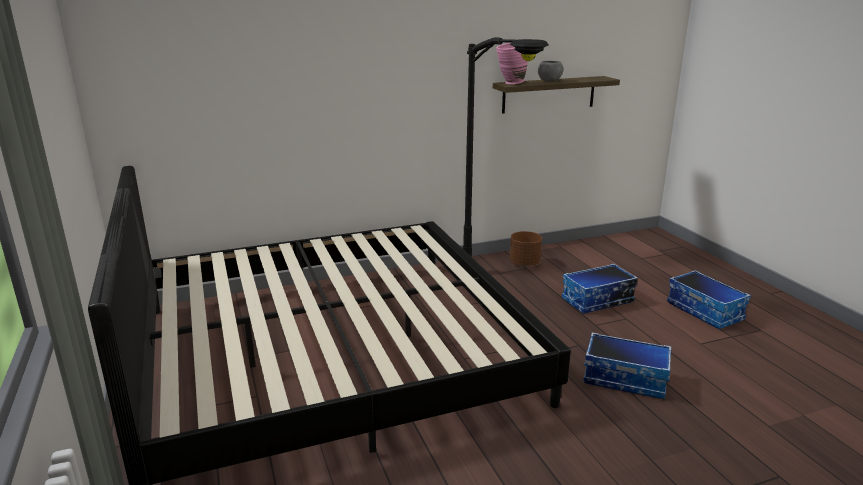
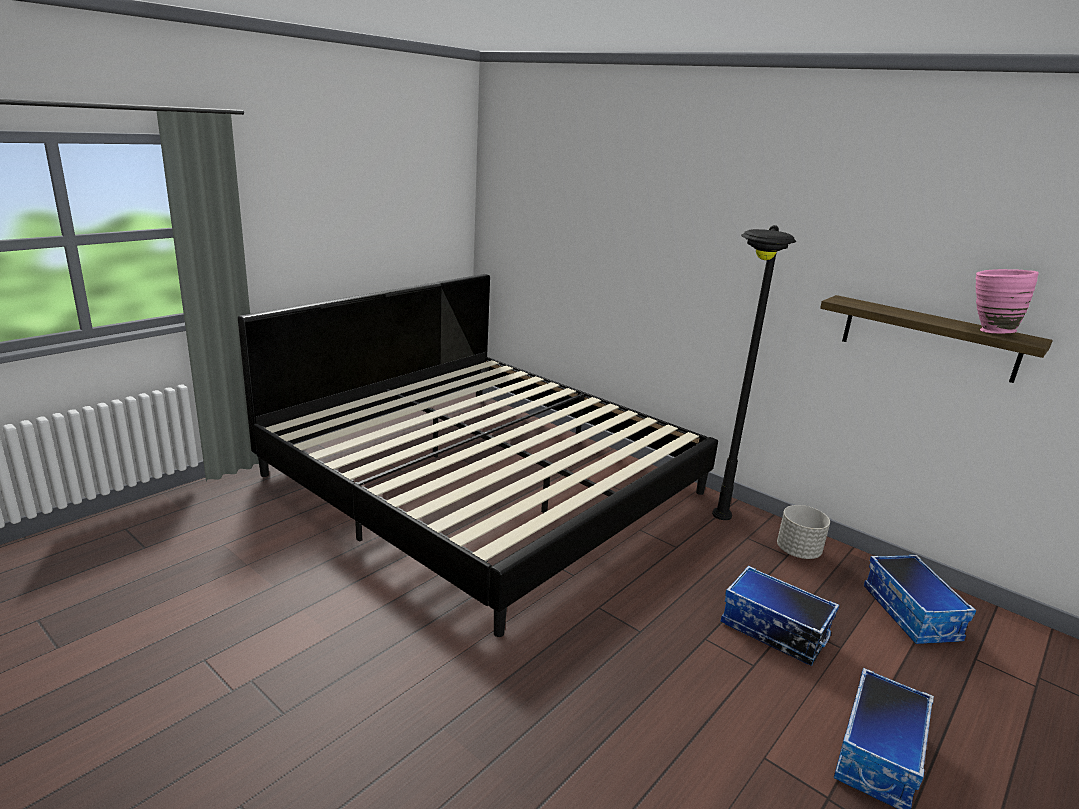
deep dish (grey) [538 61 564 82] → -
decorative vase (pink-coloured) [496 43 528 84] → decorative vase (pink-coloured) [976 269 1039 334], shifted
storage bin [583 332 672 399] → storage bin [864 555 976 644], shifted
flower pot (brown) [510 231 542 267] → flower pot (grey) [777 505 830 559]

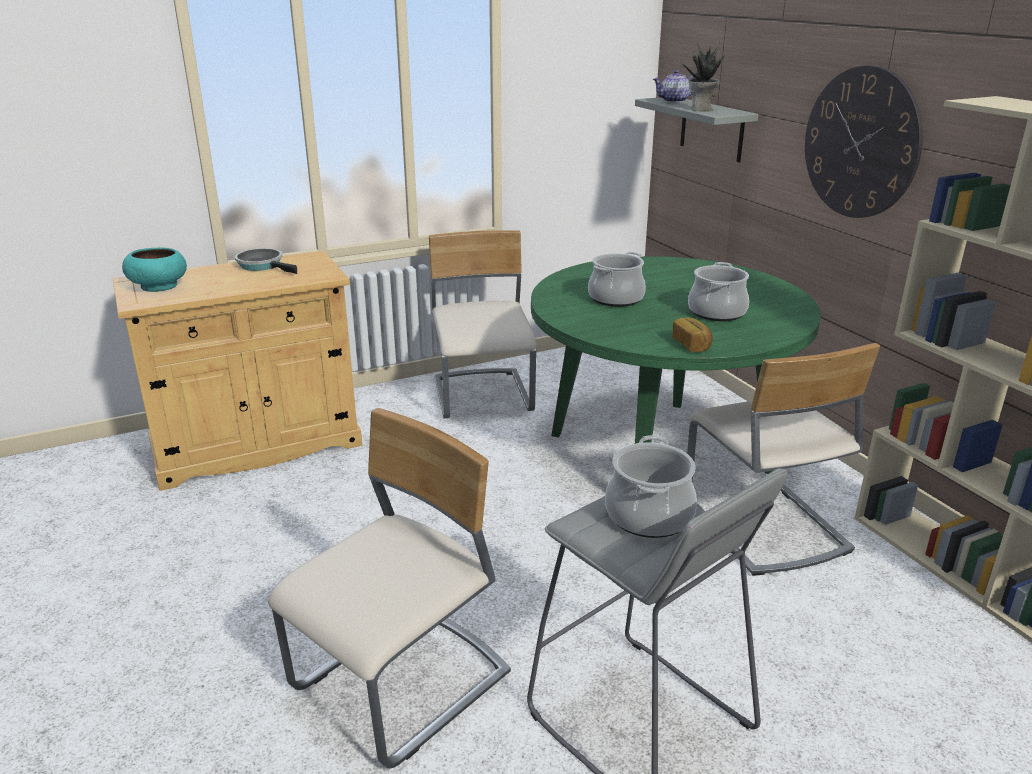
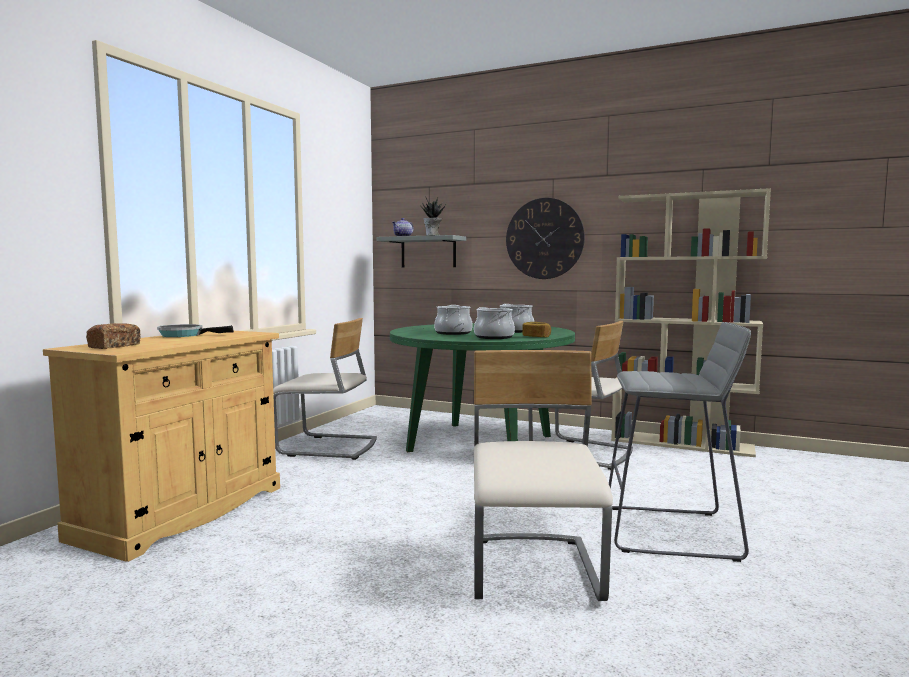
stockpot [605 436 697 538] → stockpot [474 307 515 339], shifted
deep dish (blue-green) [122 248 187 292] → bakery bread [86 323 141 349]
chair (sand-coloured) [429 230 537 418] → chair (sand-coloured) [273 318 377 460], 150 degrees clockwise

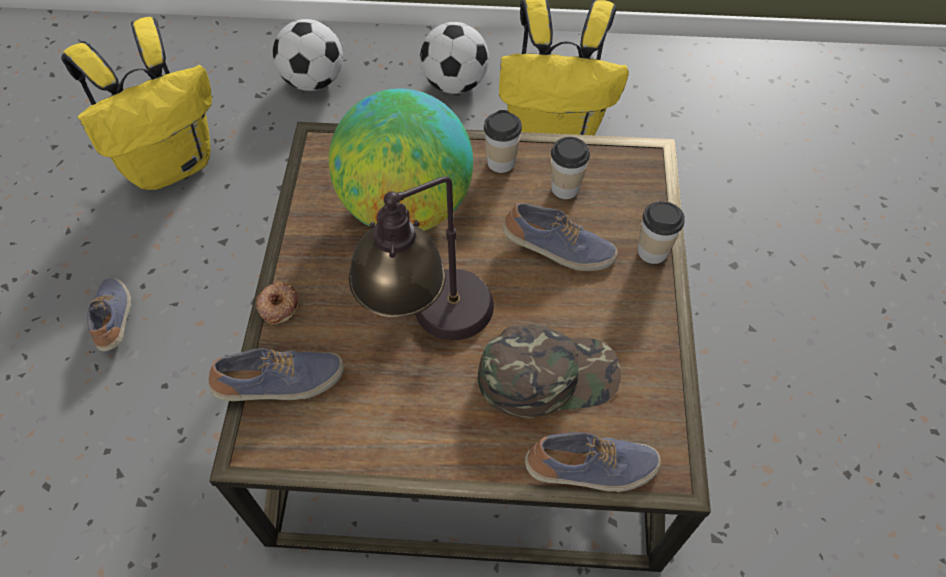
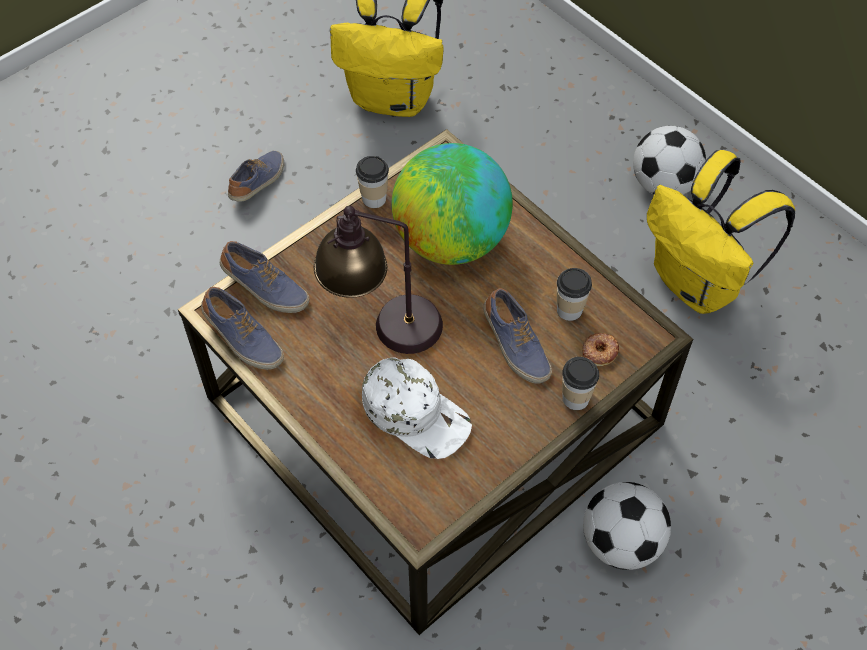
donut [256 282 298 324] → donut [582 333 619 367], shifted
ball for football [273 19 343 91] → ball for football [583 482 671 570], shifted
small cup [484 110 522 173] → small cup [356 156 389 208], shifted
low shoe [525 432 661 492] → low shoe [201 287 284 370], shifted
peaked cap (green) [478 325 621 418] → peaked cap (white) [362 358 472 459]

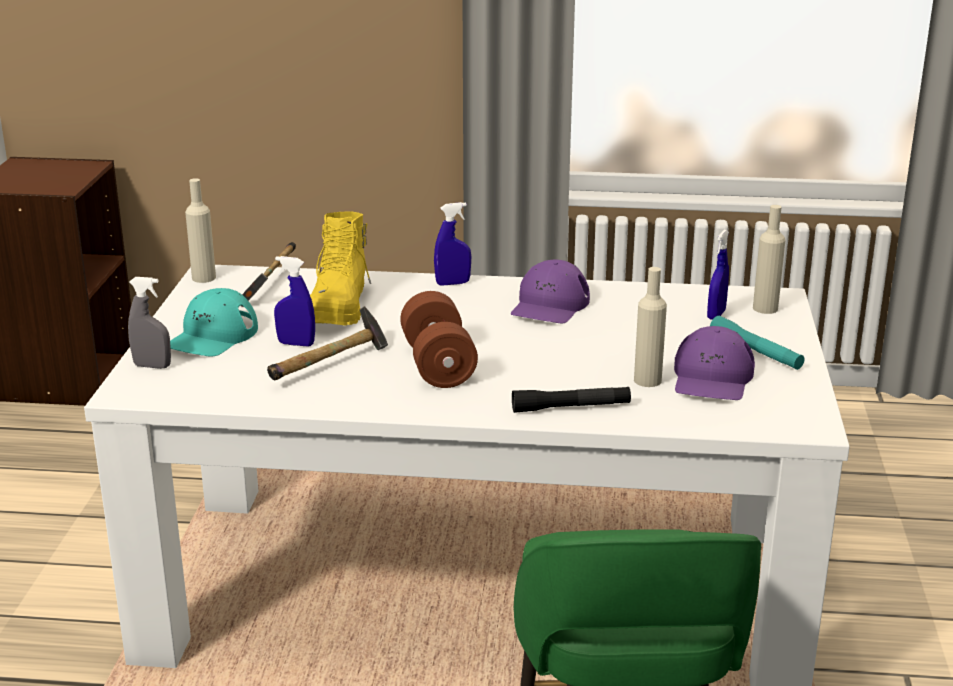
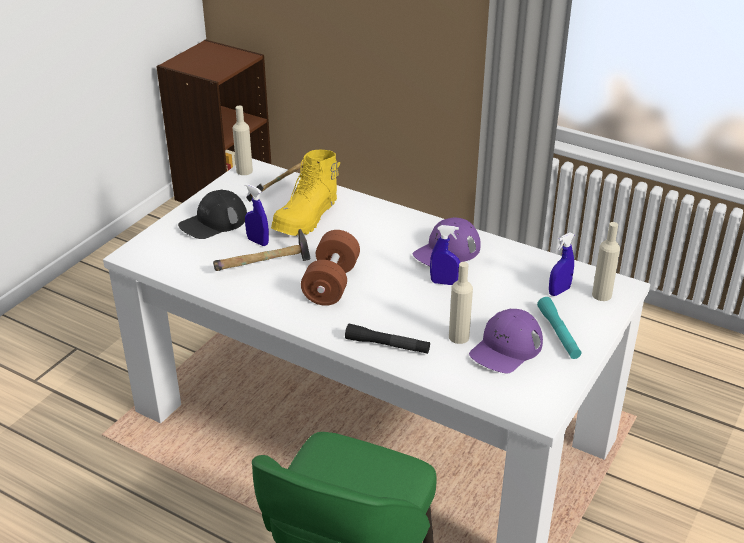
hand sprayer (grey) [128 277 171 369] → -
hand sprayer (blue) [434 202 471 286] → hand sprayer (blue) [430 225 460 285], shifted
peaked cap (blue-green) [170 288 258 357] → peaked cap (black) [178 190 247 239]

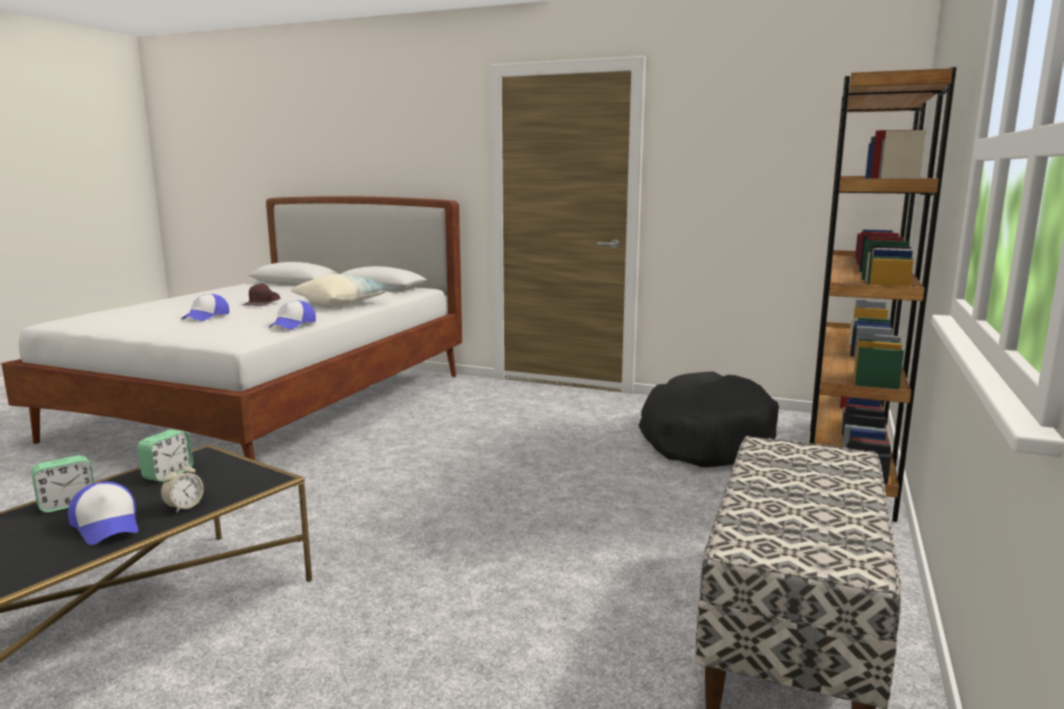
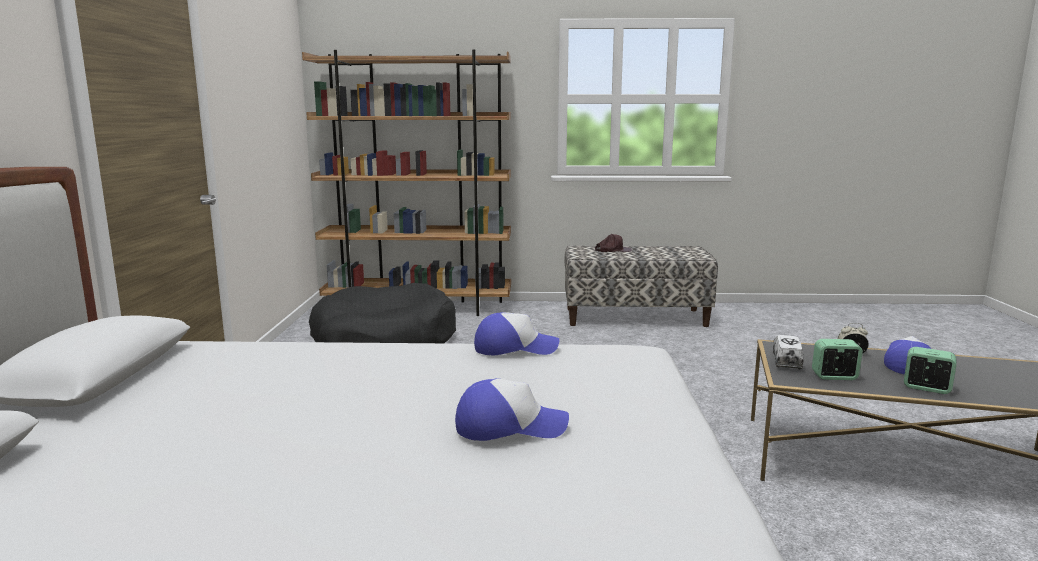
cushion [291 274 393 306] → -
- → toy lorry [773 335 804 369]
peaked cap (brown) [243 283 280 306] → peaked cap (brown) [595 234 632 252], shifted

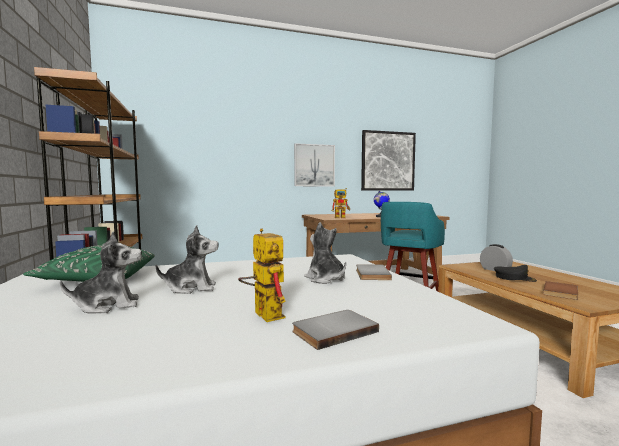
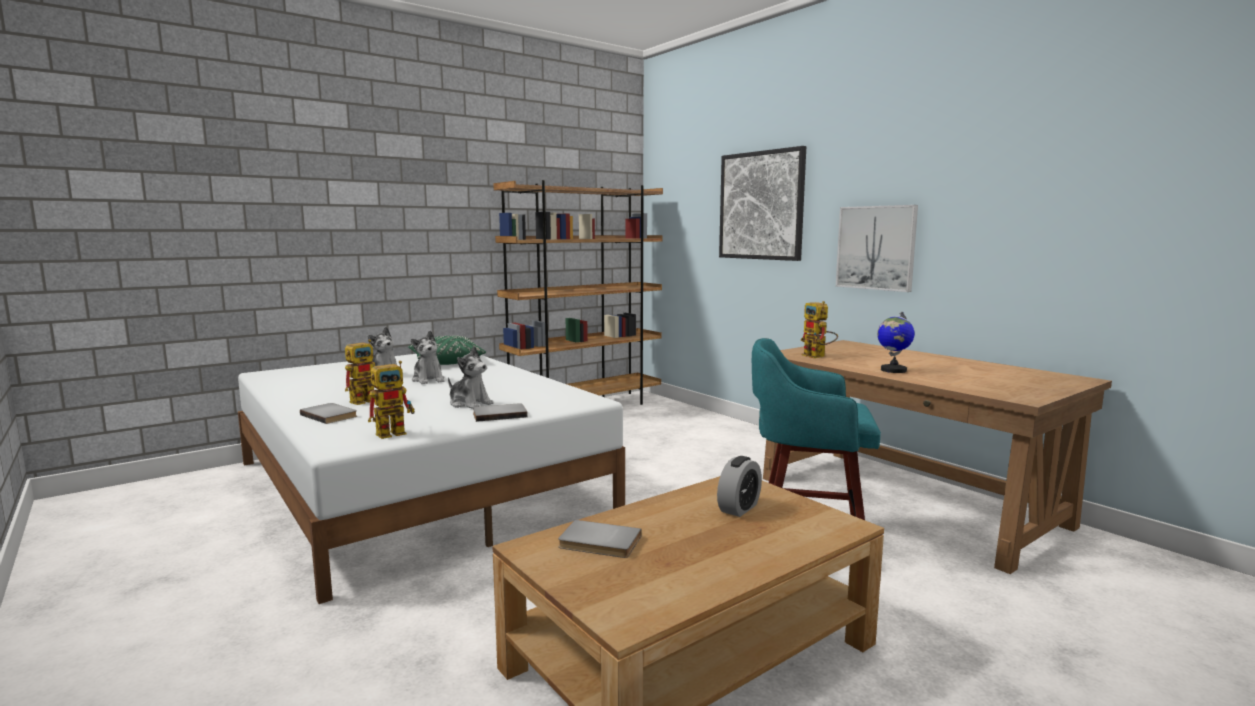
peaked cap (black) [494 265 537 282] → -
- → toy robot [368 361 415 439]
picture [361 130 416 191] → picture [719 146 806 261], shifted
book (brown) [543 281 578 300] → book (grey) [558 520 642 558]
cuddly toy [304 222 346 284] → cuddly toy [448 347 493 409], 90 degrees clockwise

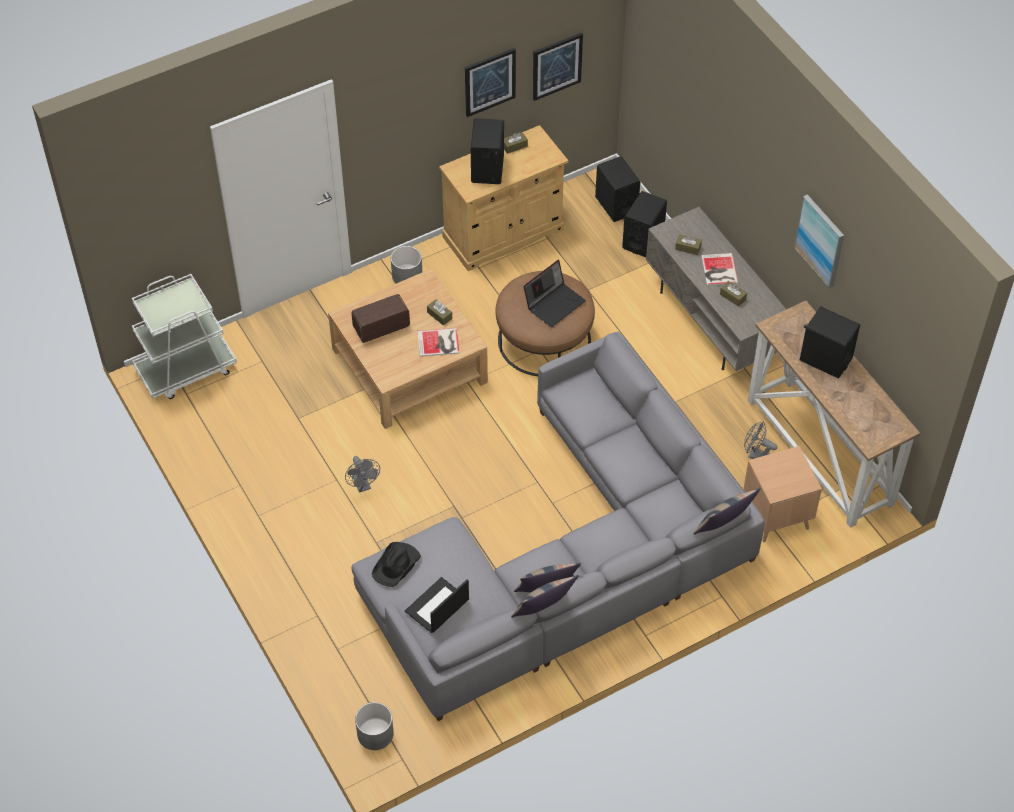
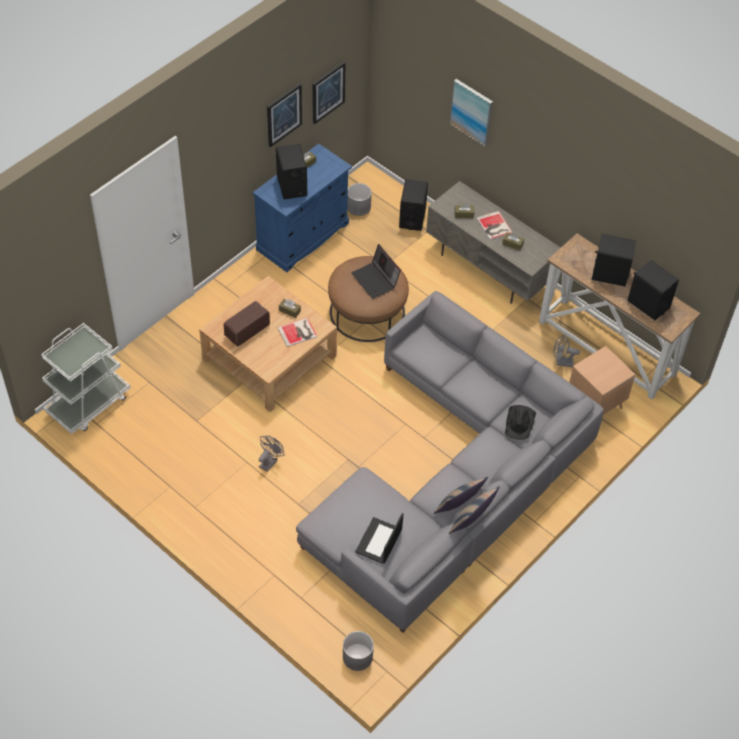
cushion [693 488 761 534] → -
clothing hat (black) [372 542 421 587] → clothing hat (black) [505 405 536 440], shifted
flower pot (grey) [391 246 422 283] → flower pot (grey) [347 183 372 216], shifted
speaker (black) [595 156 640 222] → speaker (black) [627 260 679 320], shifted
picture [794 194 844 288] → picture [450 79 493 147], shifted
cabinet (sand-coloured) [439 125 568 271] → cabinet (blue) [253 144 352 272]
cooling fan (grey) [345 456 380 493] → cooling fan (grey) [259 435 285 472], 105 degrees counterclockwise
portable computer [523 260 586 327] → portable computer [351 244 401 299], 120 degrees clockwise

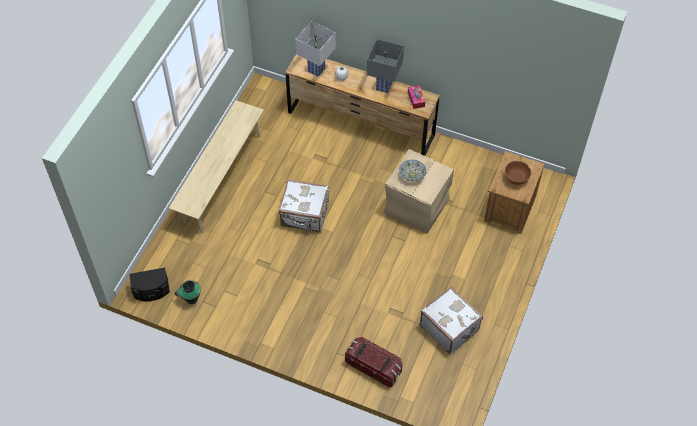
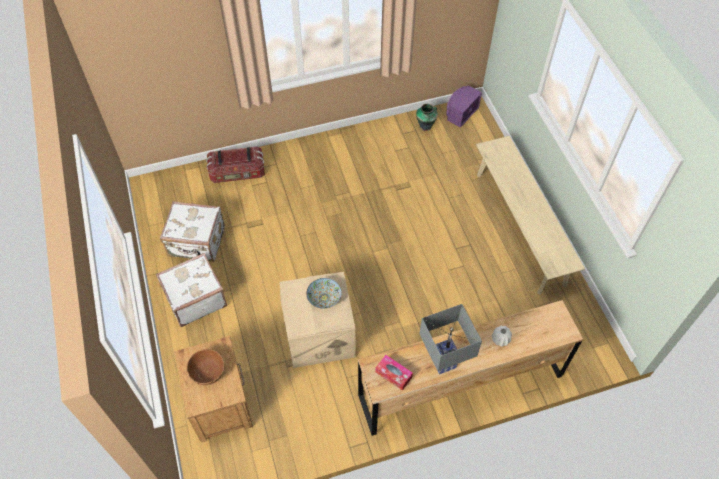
table lamp (white) [295 21 336 77] → -
piece of luggage (white) [279 179 329 233] → piece of luggage (white) [156 253 227 327], shifted
speaker (black) [129 268 170 301] → speaker (purple-coloured) [446 86 482 128]

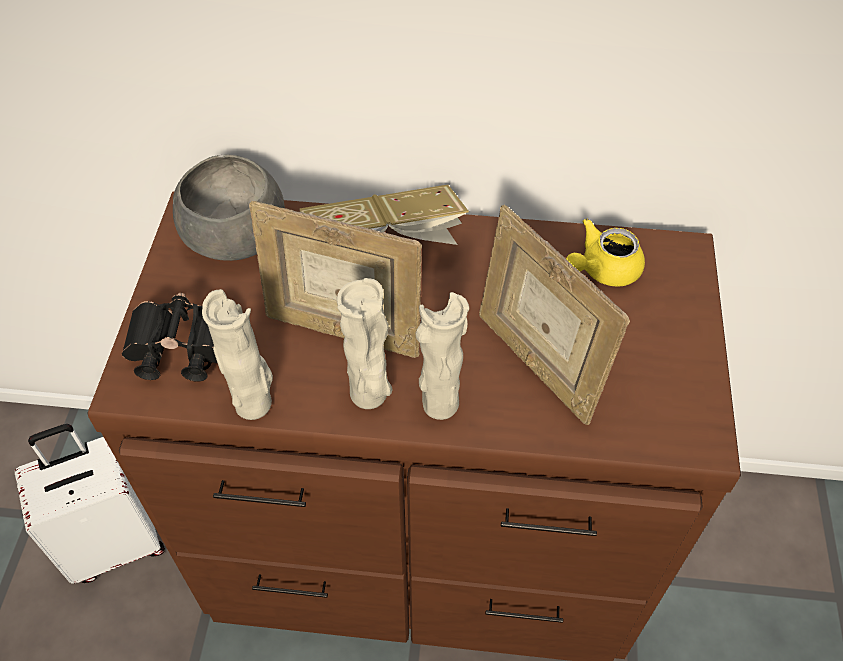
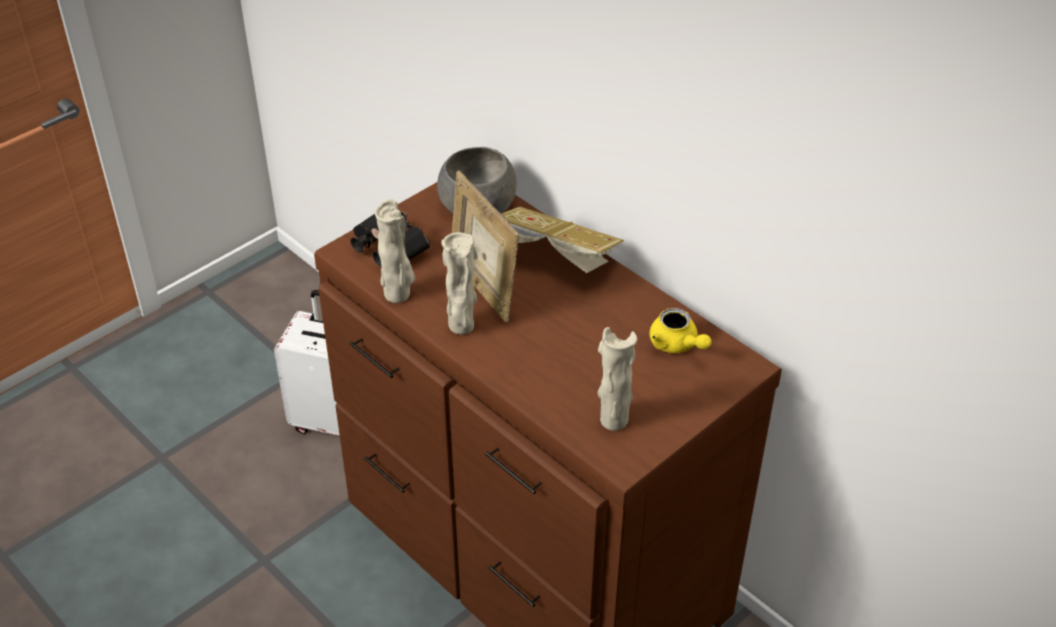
standing frame [479 205 630 425] → -
decorative vase (sand-coloured) [416 292 469 420] → decorative vase (sand-coloured) [598 327 637 431], shifted
tea pot (yellowish) [566 219 645 287] → tea pot (yellowish) [650 308 712 353], 135 degrees counterclockwise

